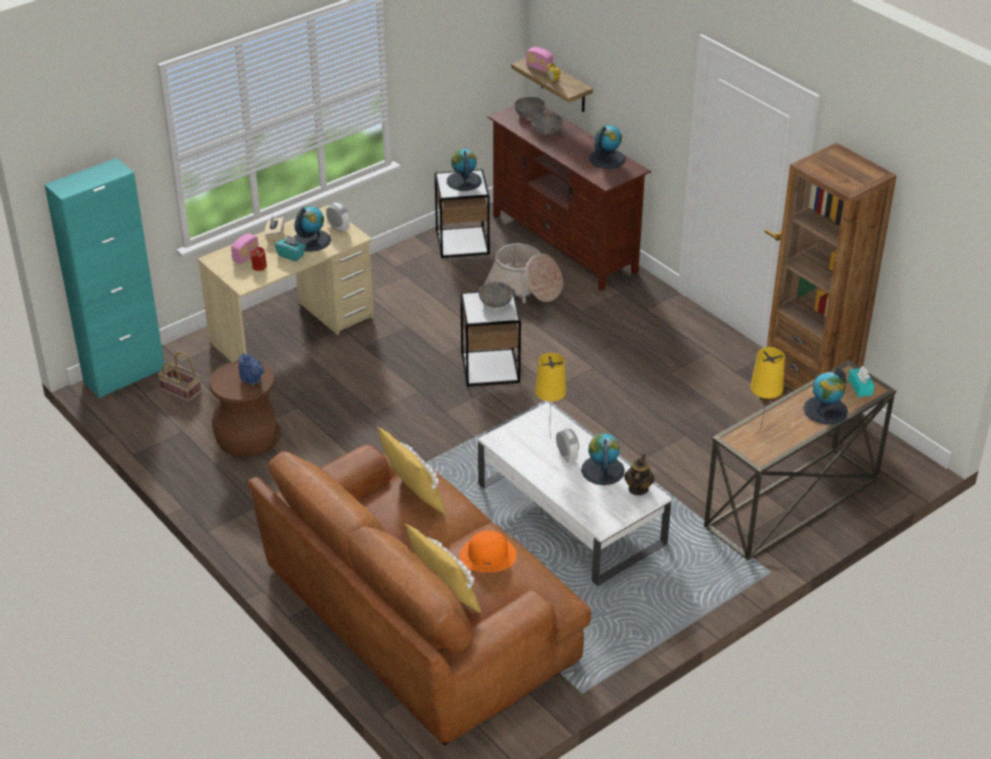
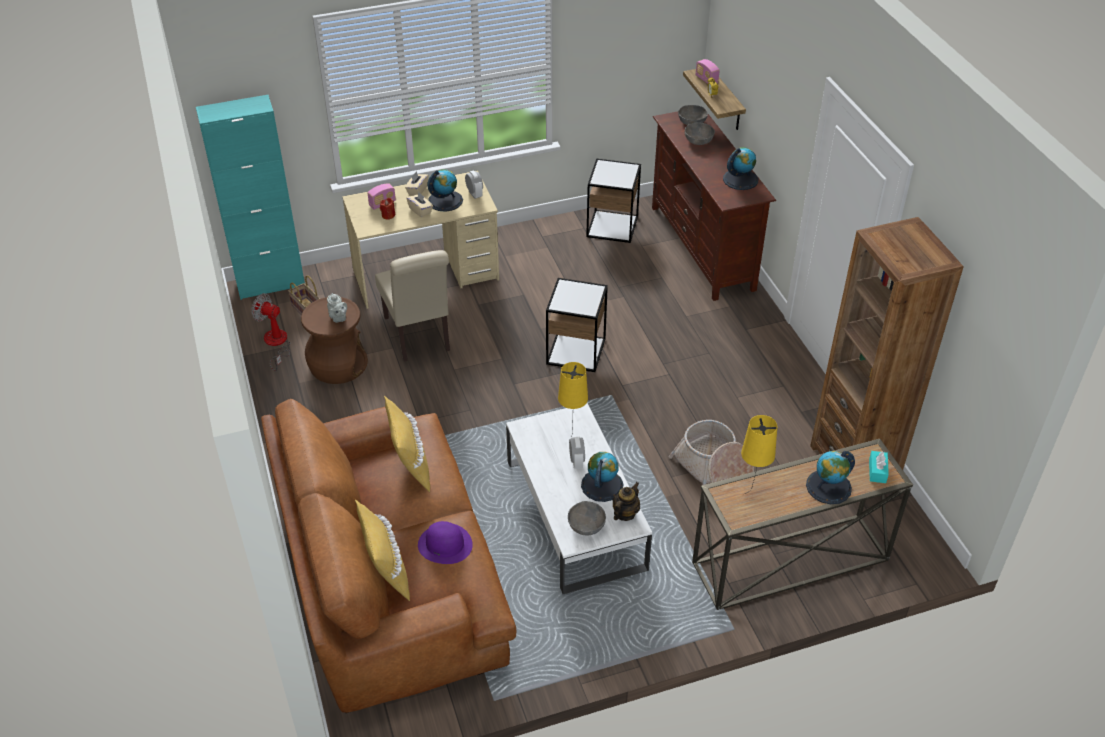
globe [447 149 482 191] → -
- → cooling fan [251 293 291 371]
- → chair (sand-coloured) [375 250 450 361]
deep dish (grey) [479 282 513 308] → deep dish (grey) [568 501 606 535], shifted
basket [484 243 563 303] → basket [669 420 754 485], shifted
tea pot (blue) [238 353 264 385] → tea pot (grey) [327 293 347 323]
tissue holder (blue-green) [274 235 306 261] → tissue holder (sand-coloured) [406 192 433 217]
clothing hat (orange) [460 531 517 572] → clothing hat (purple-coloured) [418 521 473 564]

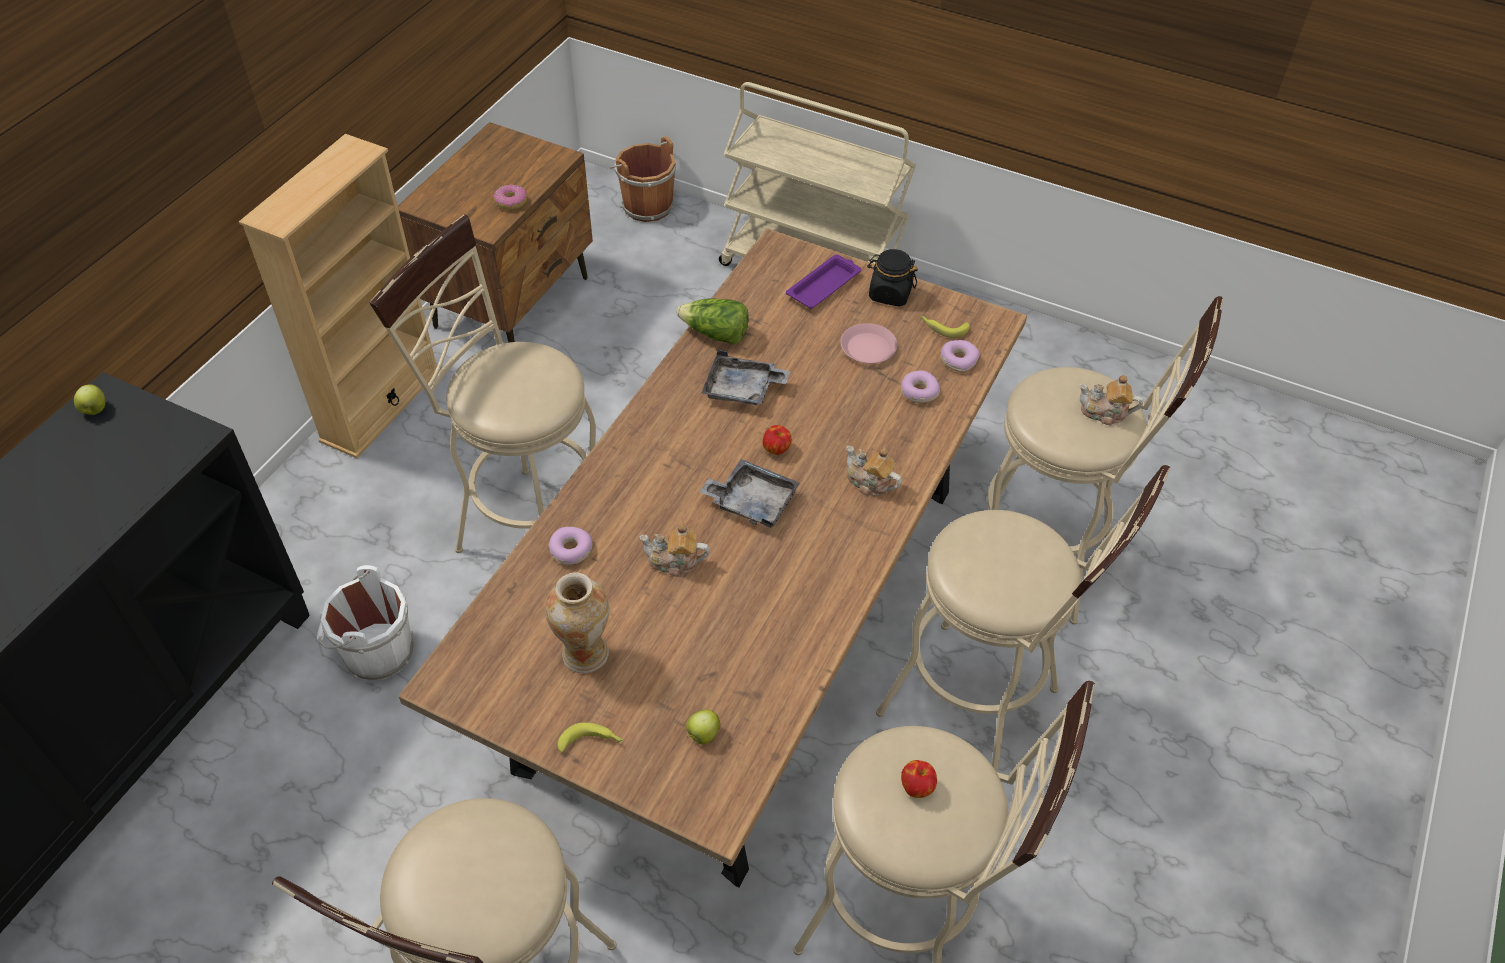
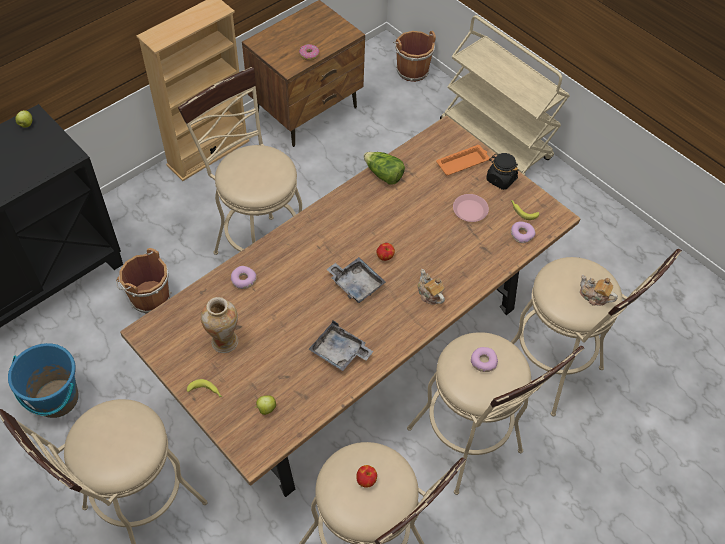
tea pot [639 523 710 577] → -
- → pail (blue) [8 343 79 418]
tray (grey) [701 350 791 405] → tray (grey) [309 321 374 371], shifted
donut [901 370 940 403] → donut [471 347 498 372], shifted
pail (white) [317 565 413 680] → pail (brown) [116 248 172 314]
tray (purple-coloured) [786 254 861 309] → tray (orange) [436 145 490 176]

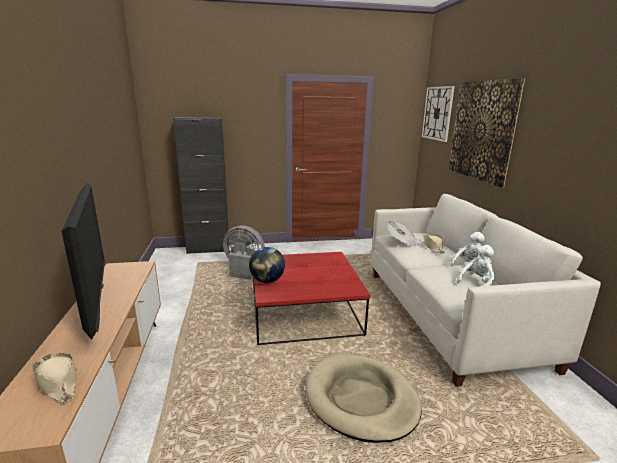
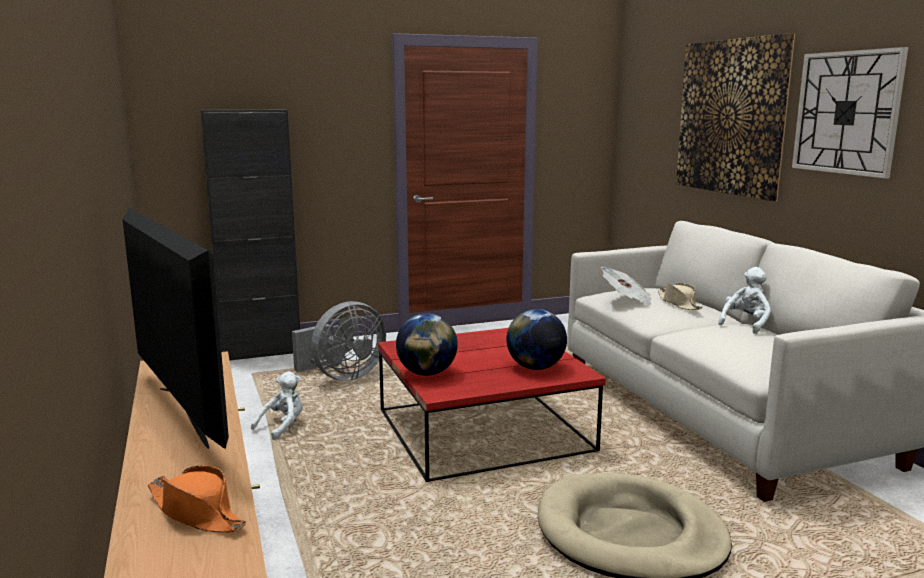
- → globe [506 309 567 370]
wall clock [422 86 455 142] → wall clock [792 47 908 179], shifted
cuddly toy (white) [457 245 495 286] → cuddly toy (white) [251 371 303 440], shifted
clothing hat (sand-coloured) [32 353 76 403] → clothing hat (orange) [148 465 246 533]
cooling fan (grey) [223 225 265 280] → cooling fan (grey) [292 301 386 381], 135 degrees clockwise

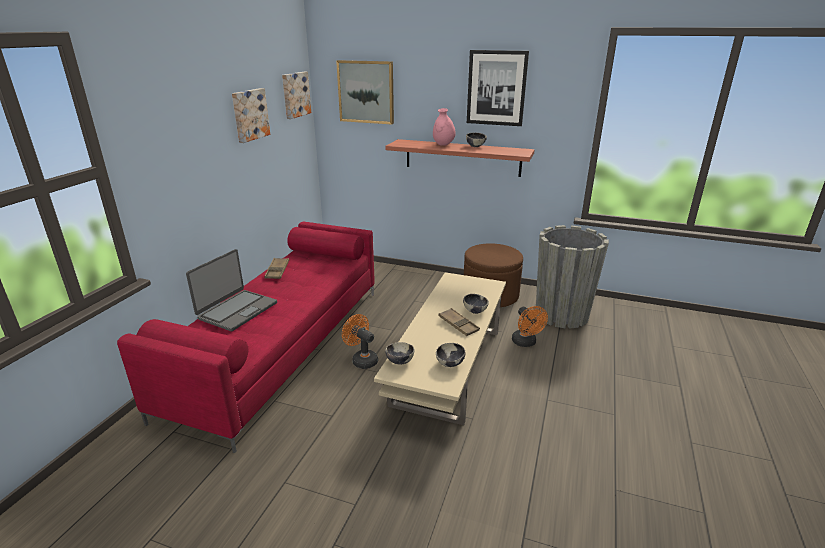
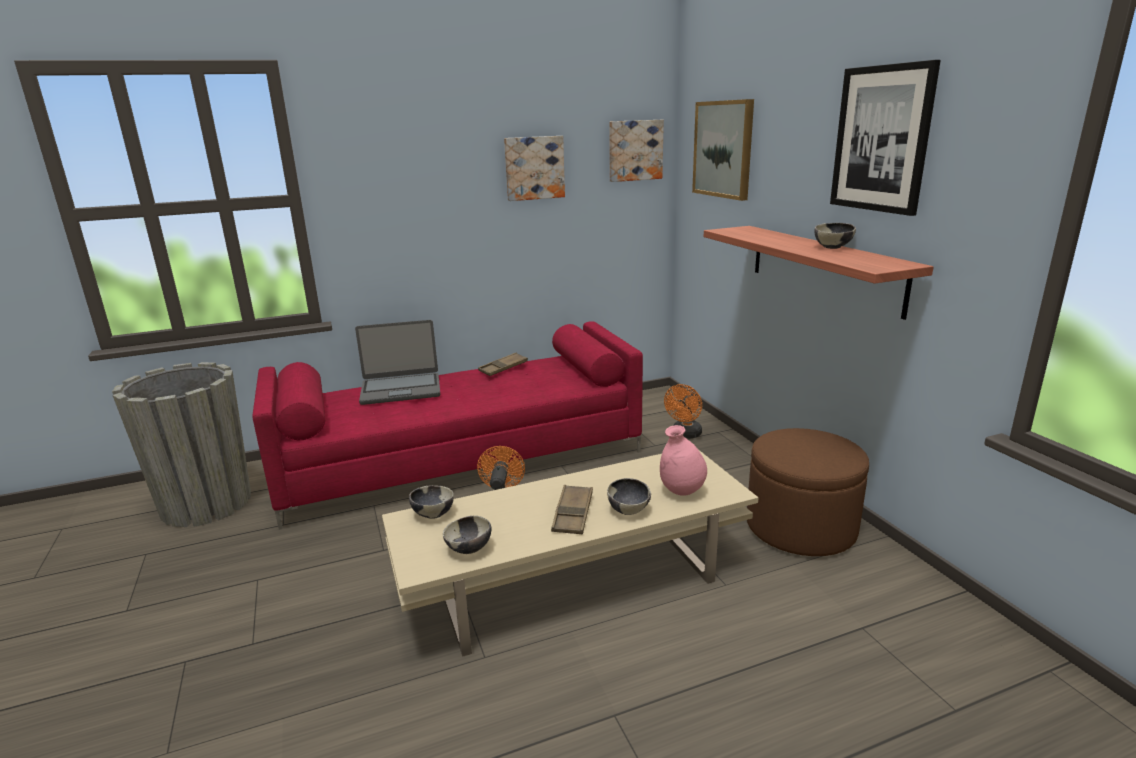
decorative vase (pink-coloured) [433 108 456 146] → decorative vase (pink-coloured) [660 425 707 496], shifted
cooling fan (orange) [512 306 548 347] → cooling fan (orange) [664 384 702 438], shifted
flower pot (grey) [536 225 609 329] → flower pot (grey) [112 362 251 527], shifted

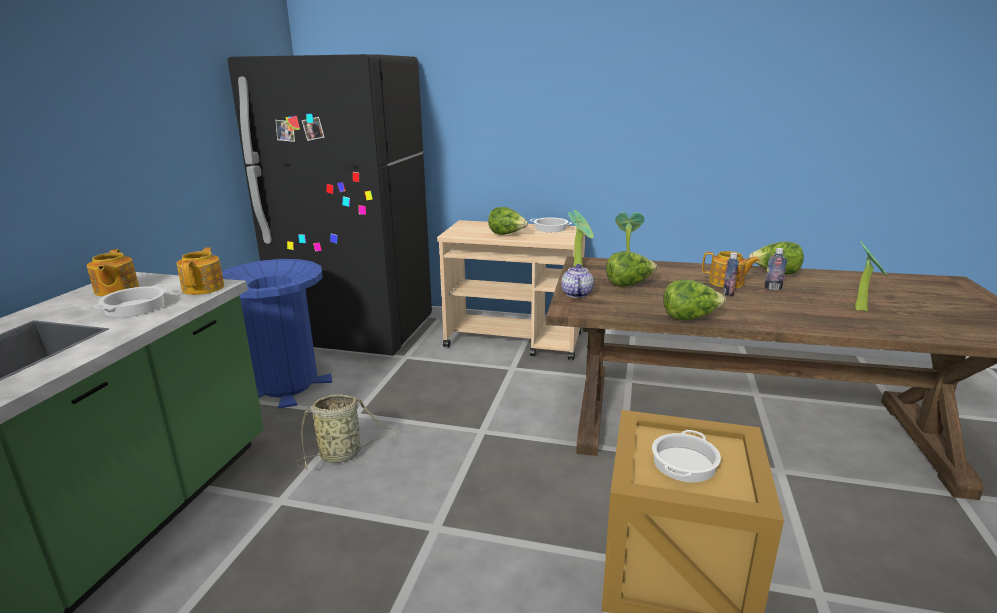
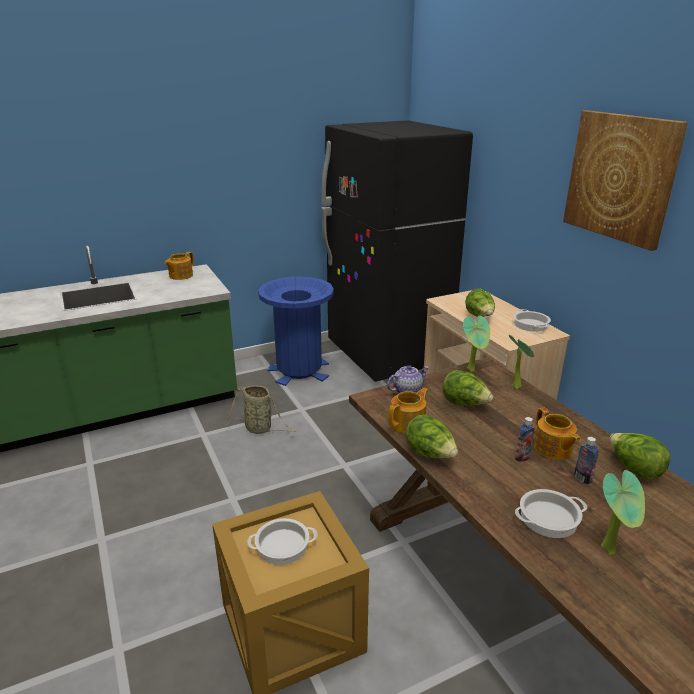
- → picture [563 110 688 251]
stockpot [94 284 169 317] → stockpot [515 489 588 538], shifted
tea pot [176 247 224 295] → tea pot [388 388 428 434], shifted

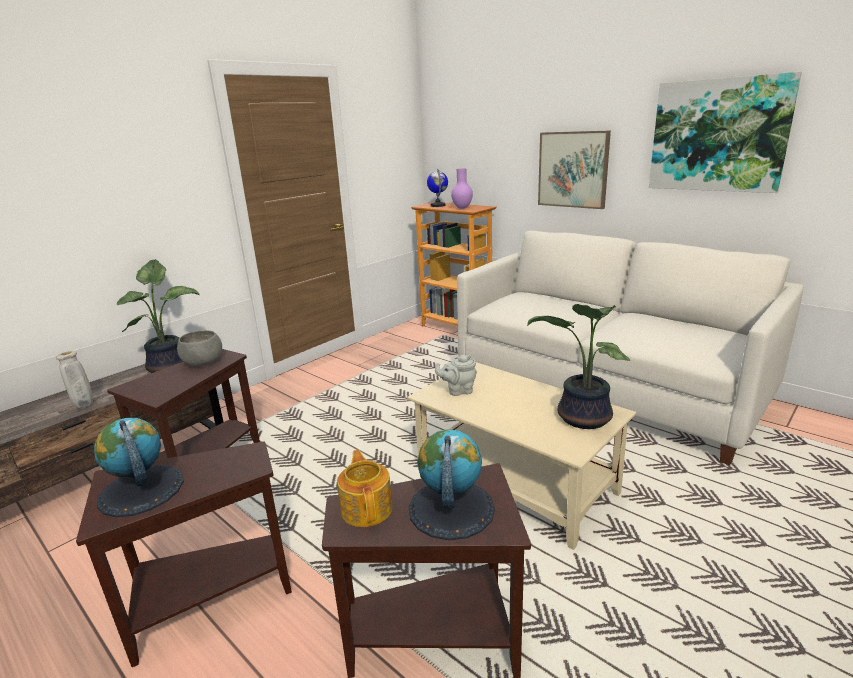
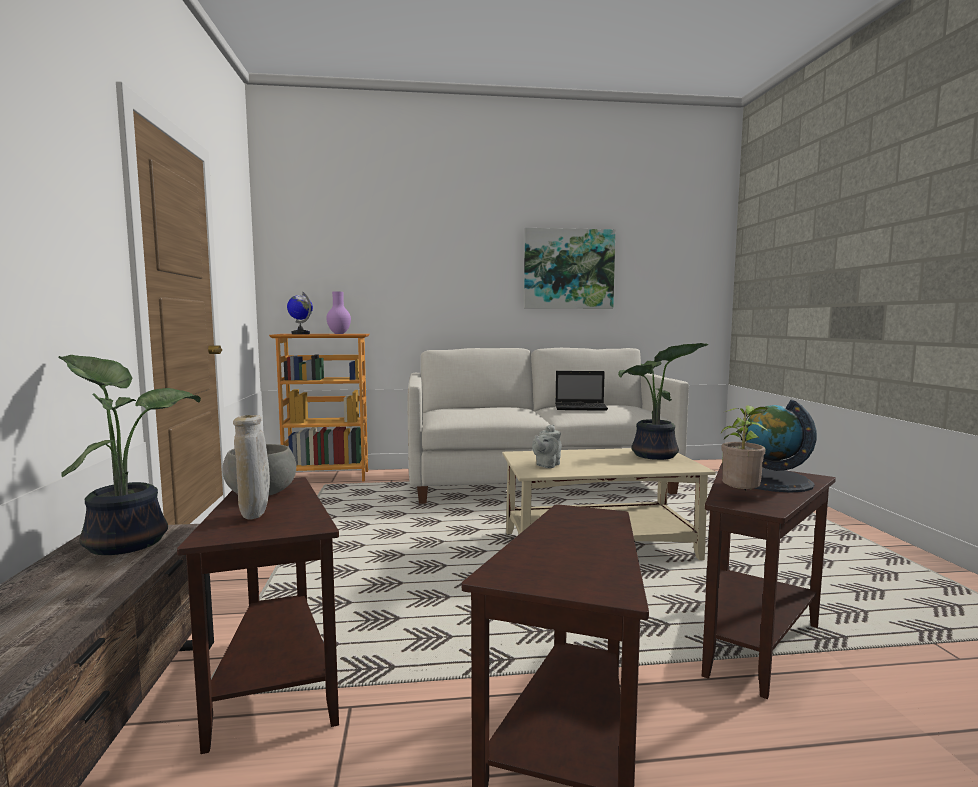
globe [94 418 184 517] → -
picture [538 131 611 209] → -
- → portable computer [555 371 608 411]
decorative vase (sand-coloured) [56 351 93 408] → decorative vase (sand-coloured) [233 415 270 520], shifted
tea pot [337 450 392 527] → potted plant [721 405 768 492]

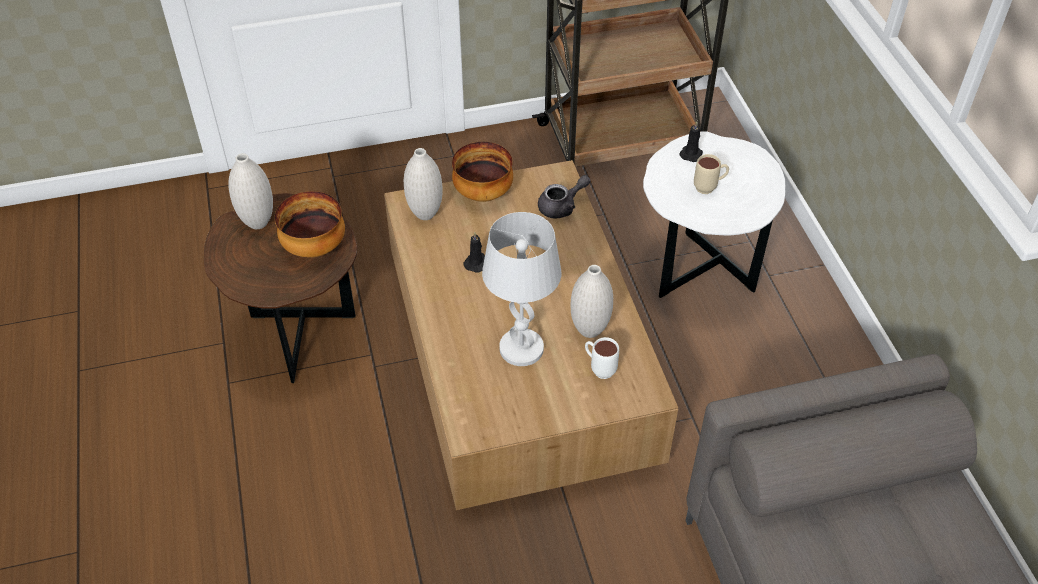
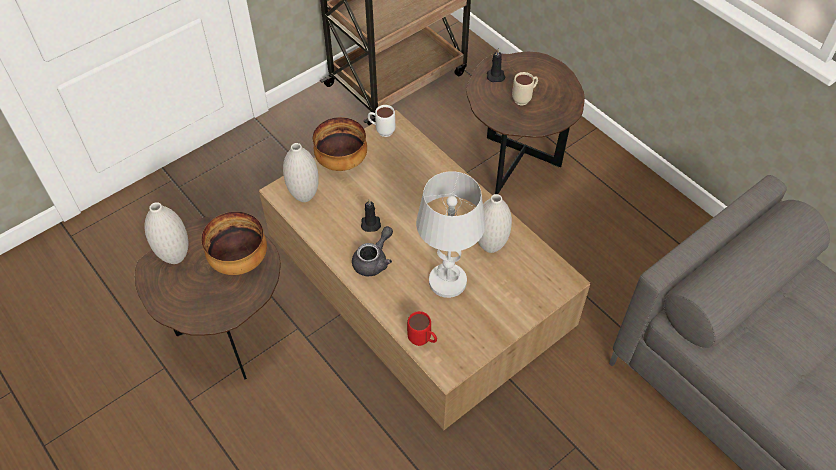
- → mug (reddish) [407 311 437 346]
tea pot (grey) [538 175 590 219] → tea pot (grey) [352 226 393 276], shifted
mug (white) [585 337 619 379] → mug (white) [368 105 395 137], shifted
accent table (white) [643 132 785 298] → accent table (brown) [466 52 585 194]

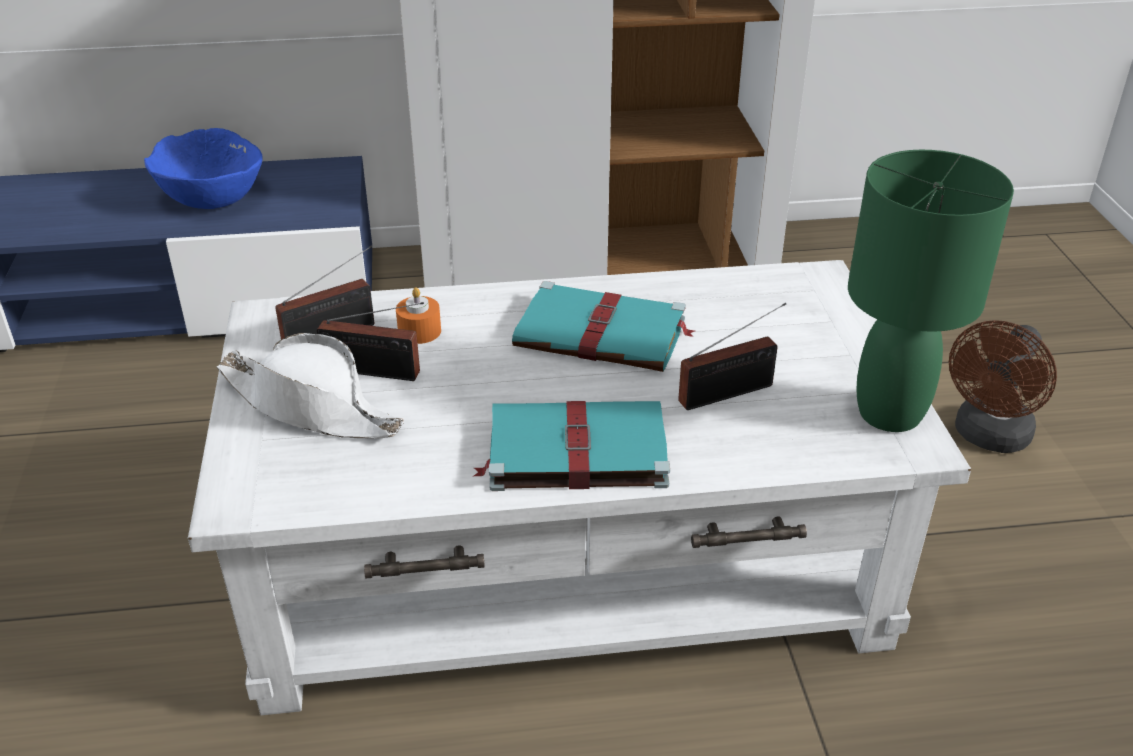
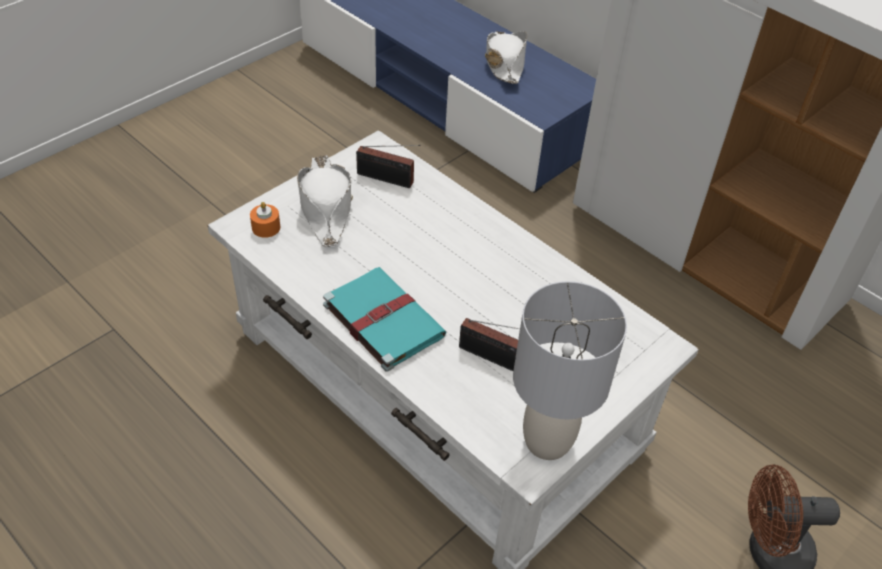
radio set [317 302 424 381] → -
book (blue-green) [512 281 694 372] → -
wax candle (orange) [396 287 441 344] → wax candle (orange) [250 202 280 238], shifted
deep dish (blue) [144 128 263 209] → clothing hat (white) [485 31 527 84]
table lamp (green) [848 150 1014 432] → table lamp (grey) [513 281 627 460]

